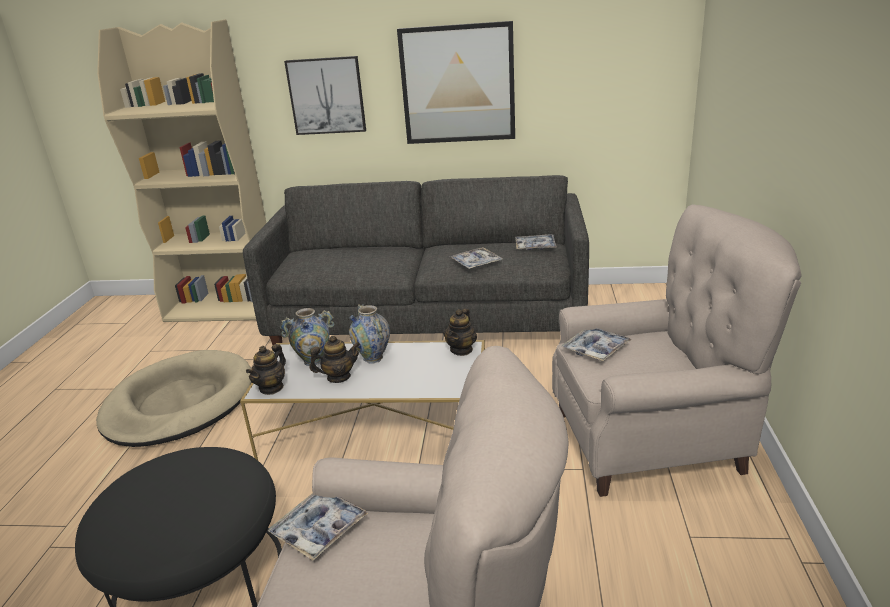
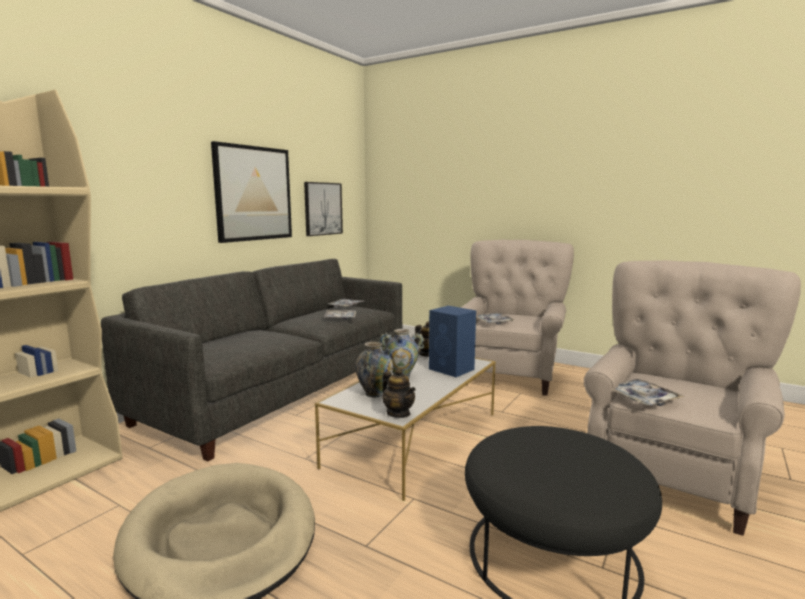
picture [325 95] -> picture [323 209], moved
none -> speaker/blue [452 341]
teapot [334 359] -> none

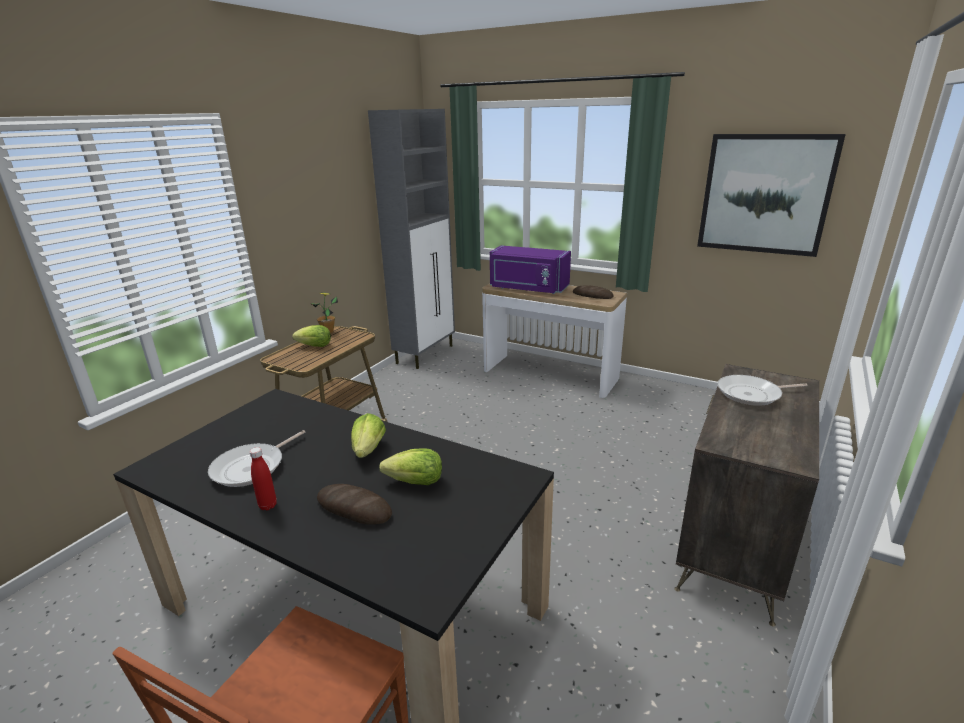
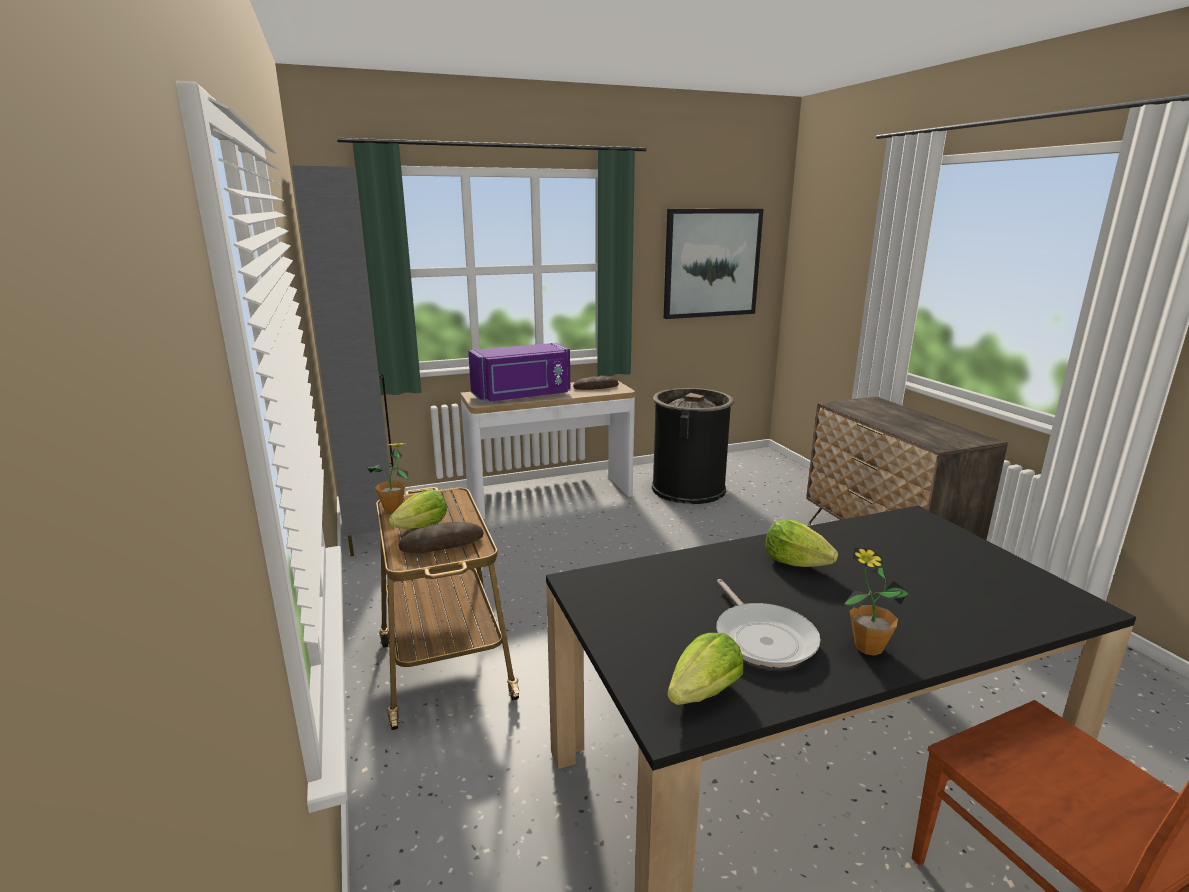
bread [354 504] -> bread [441 537], moved
none -> trash can/black [693 446]
lettuce [410 466] -> lettuce [705 669], moved
bottle/red [263 478] -> potted plant [876 602]
frying pan [763 390] -> none

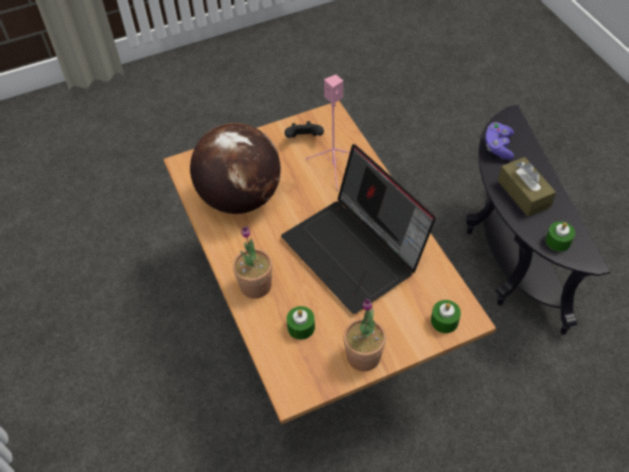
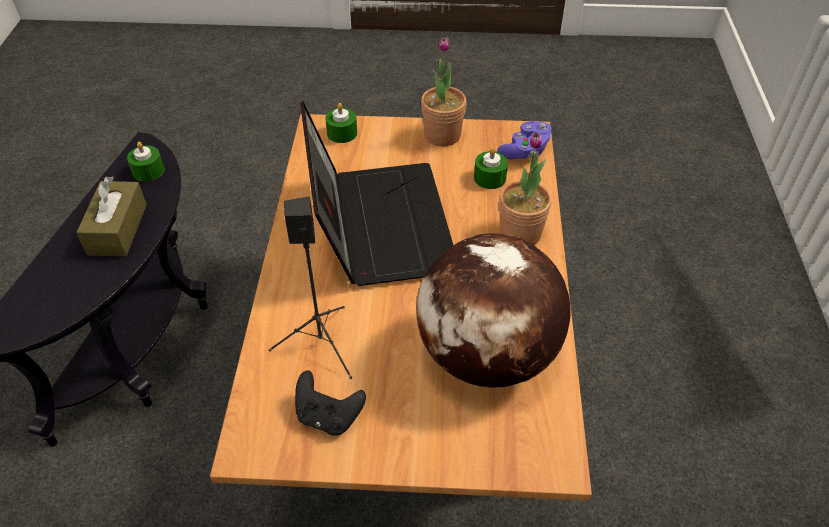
speaker/pink [327 132] -> speaker/black [310 287]
game controller/purple [499 141] -> game controller/purple [524 140], moved

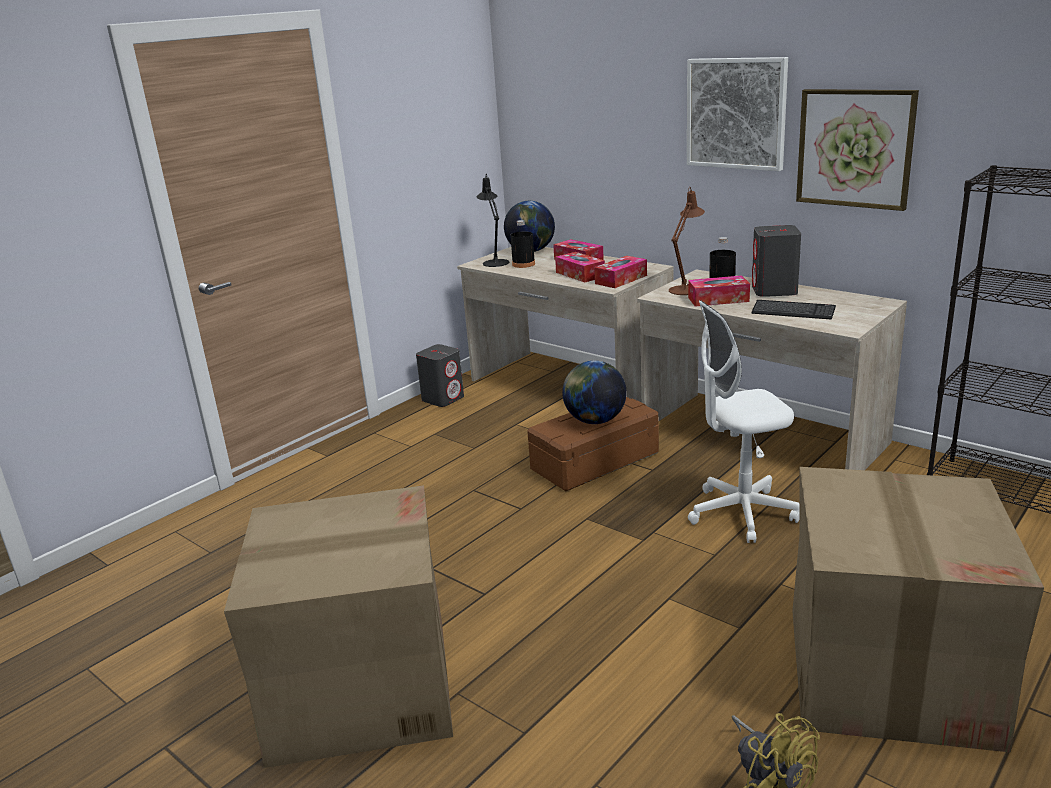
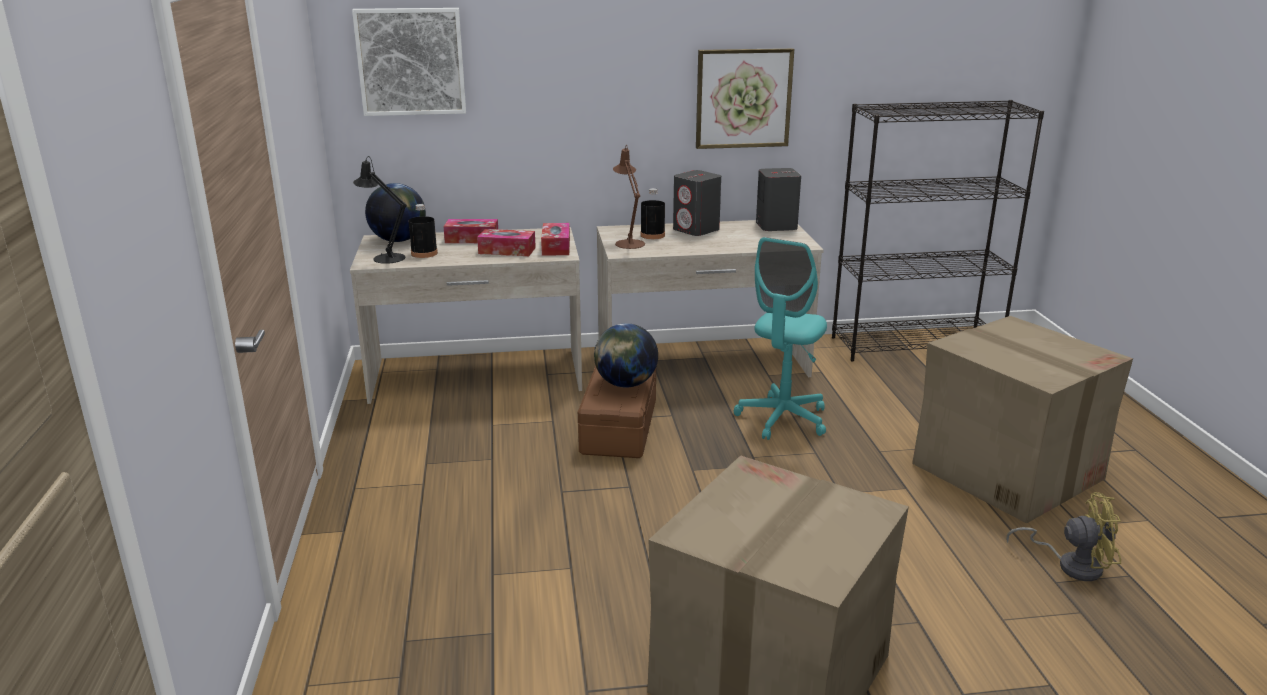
picture [737 114] -> picture [409 62], moved
office chair/white [744 421] -> office chair/turquoise [780 338]
speaker/grey [440 375] -> speaker/grey [778 199], moved
tissue box [719 290] -> none
keyboard [793 310] -> none

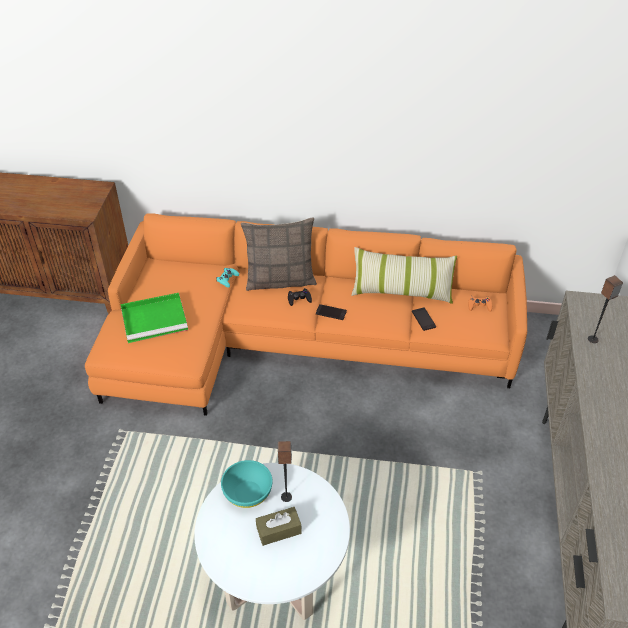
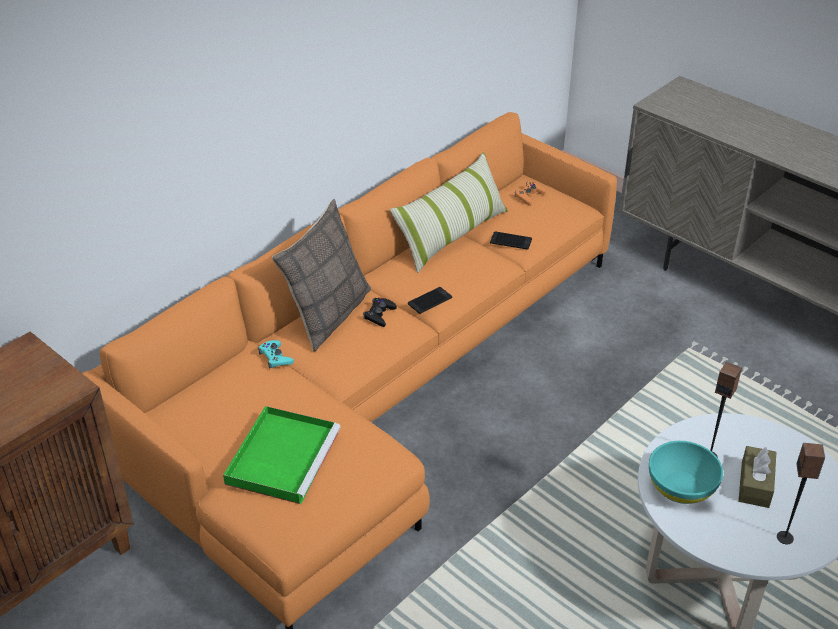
speaker [605 309] -> speaker [801 493], moved

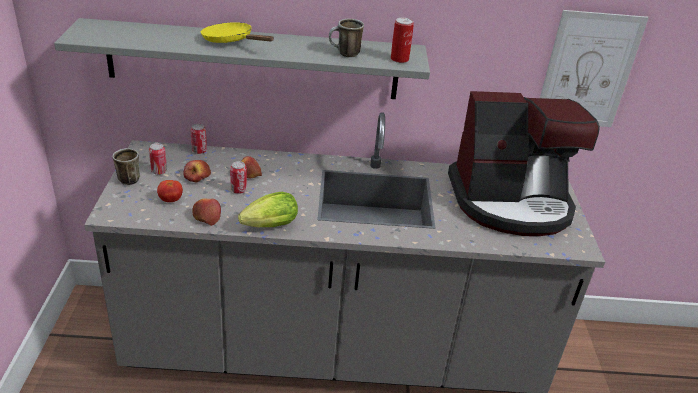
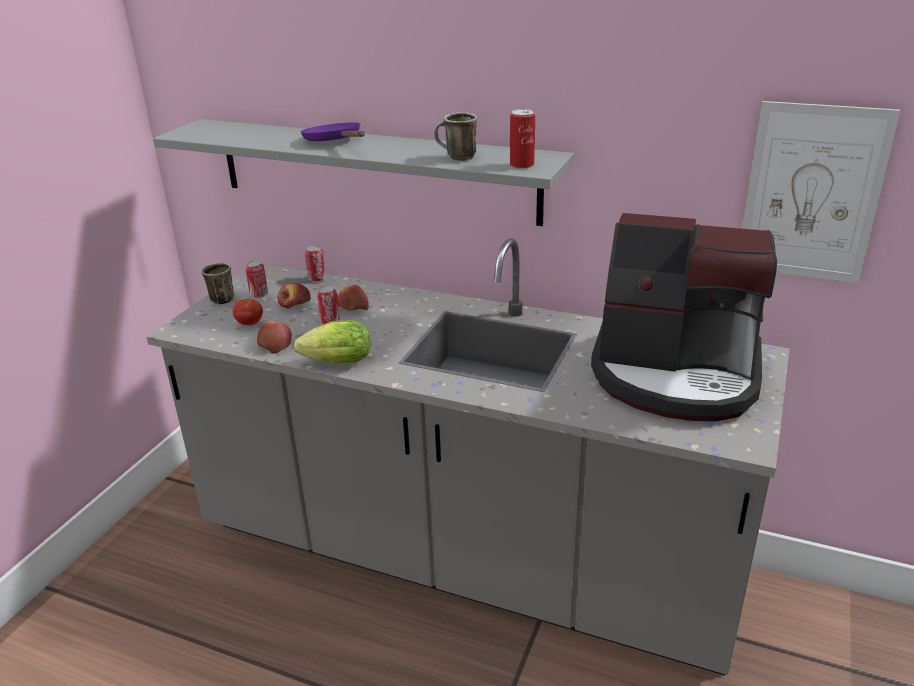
frying pan/yellow [237 32] -> frying pan/purple [332 131]

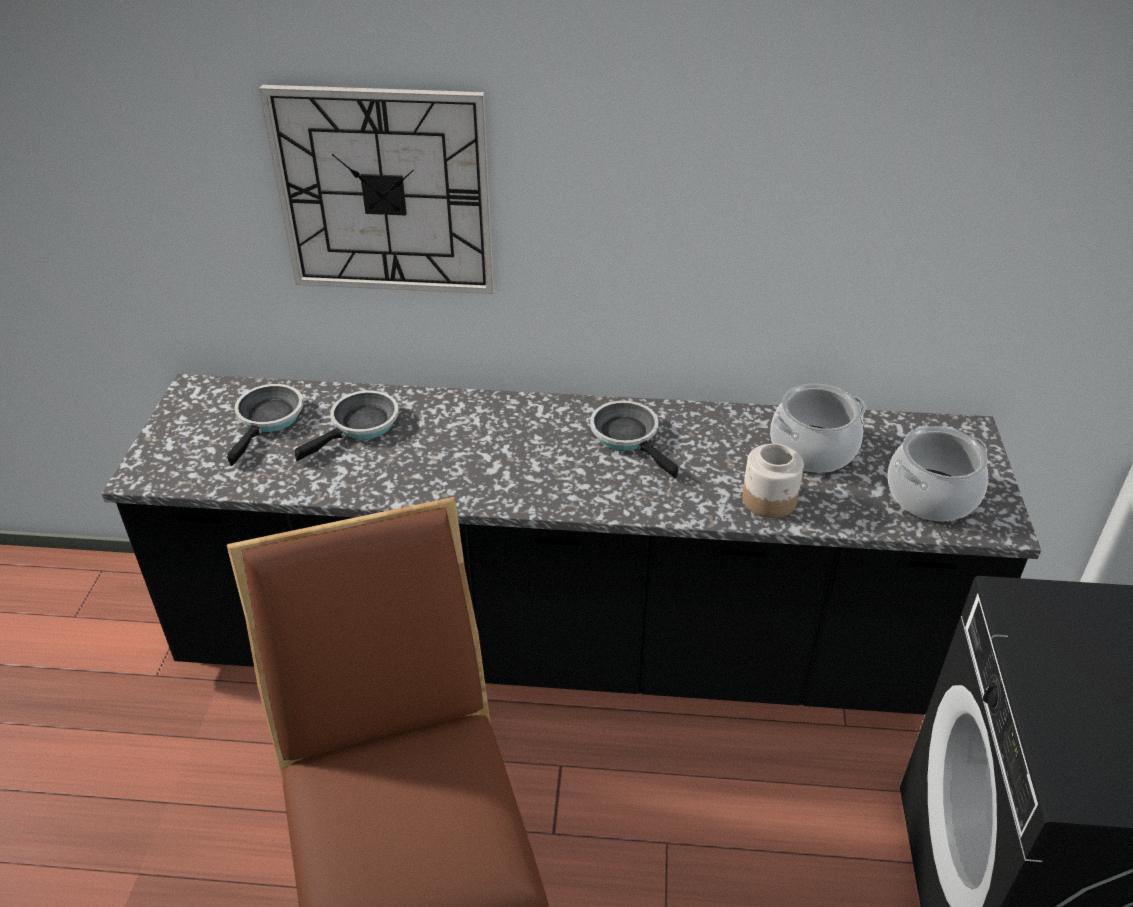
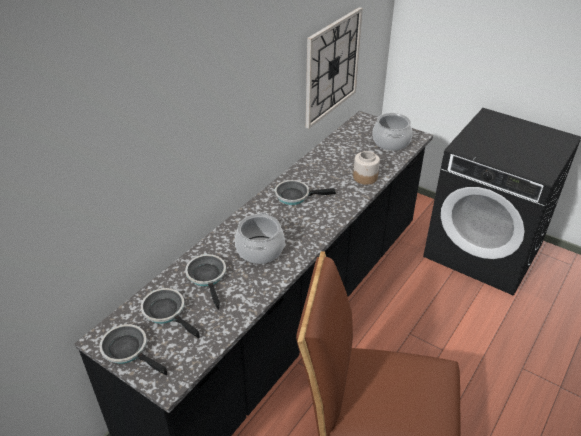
none -> frying pan [133 349]
cooking pot [818 428] -> cooking pot [260 238], moved
wall clock [376 189] -> wall clock [334 68], moved

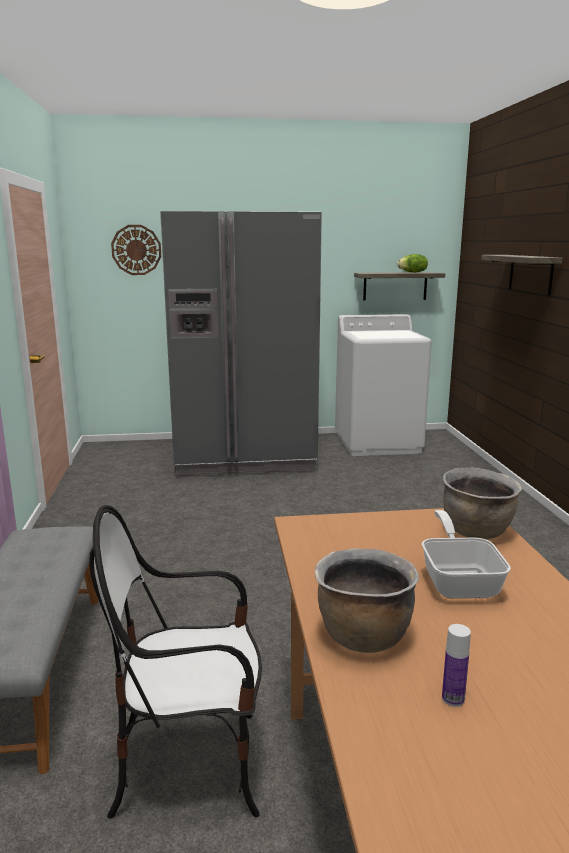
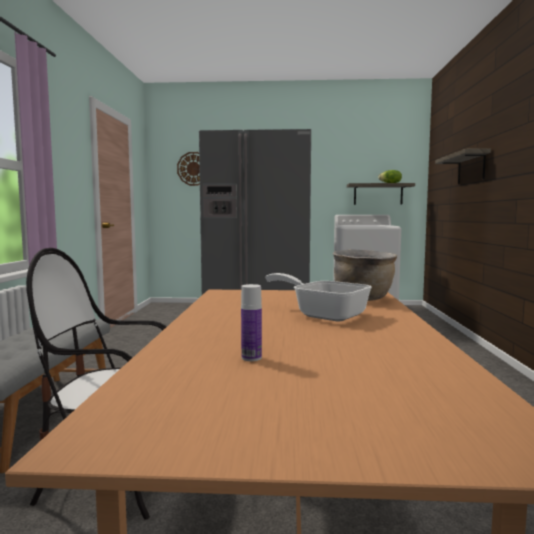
frying pan [466 554] -> frying pan [318 297], 60 degrees counterclockwise
cooking pot/brown [367 600] -> none

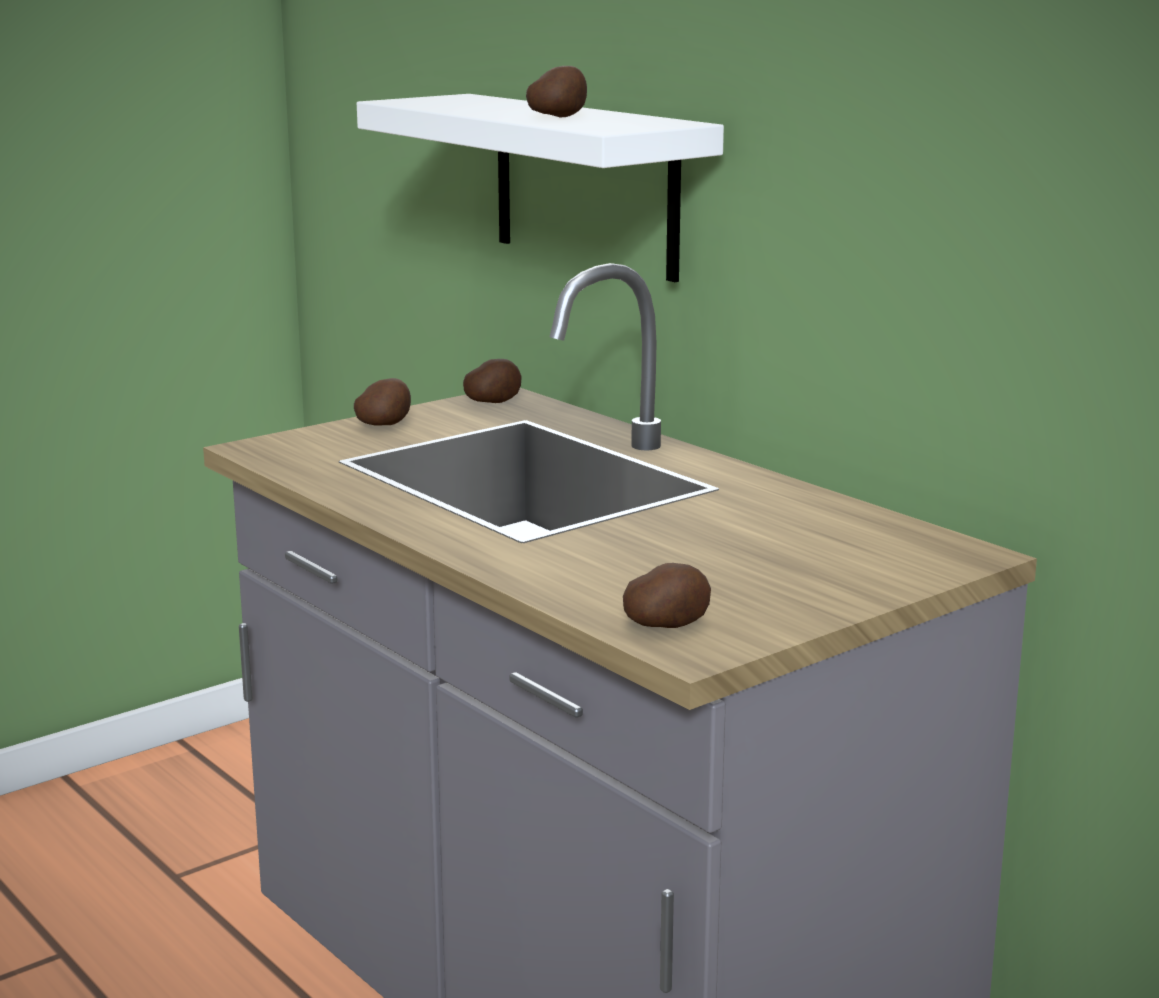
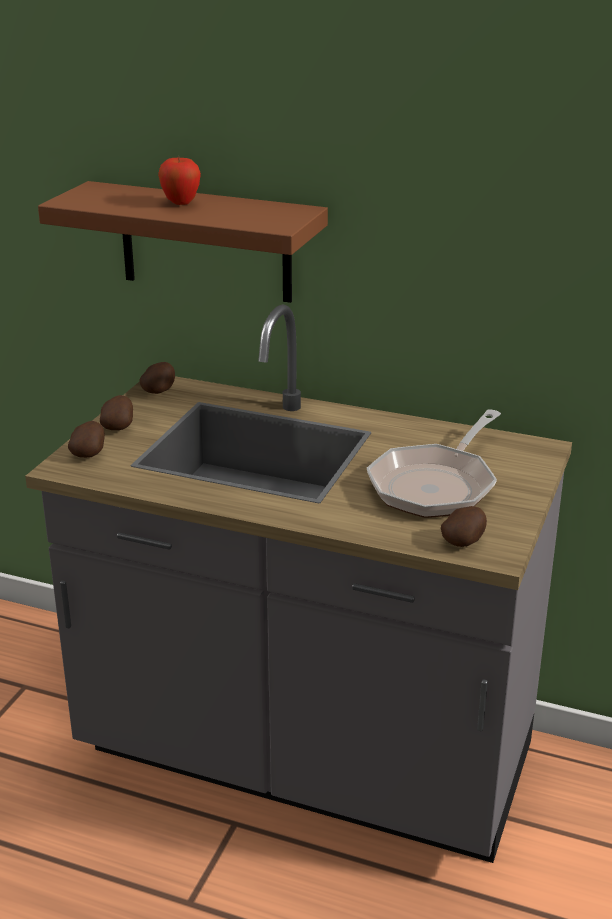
shelf/white [540 188] -> shelf/brown [183 242]
potato [556 91] -> potato [86 439], moved
none -> apple [179 180]
none -> frying pan [434 464]

